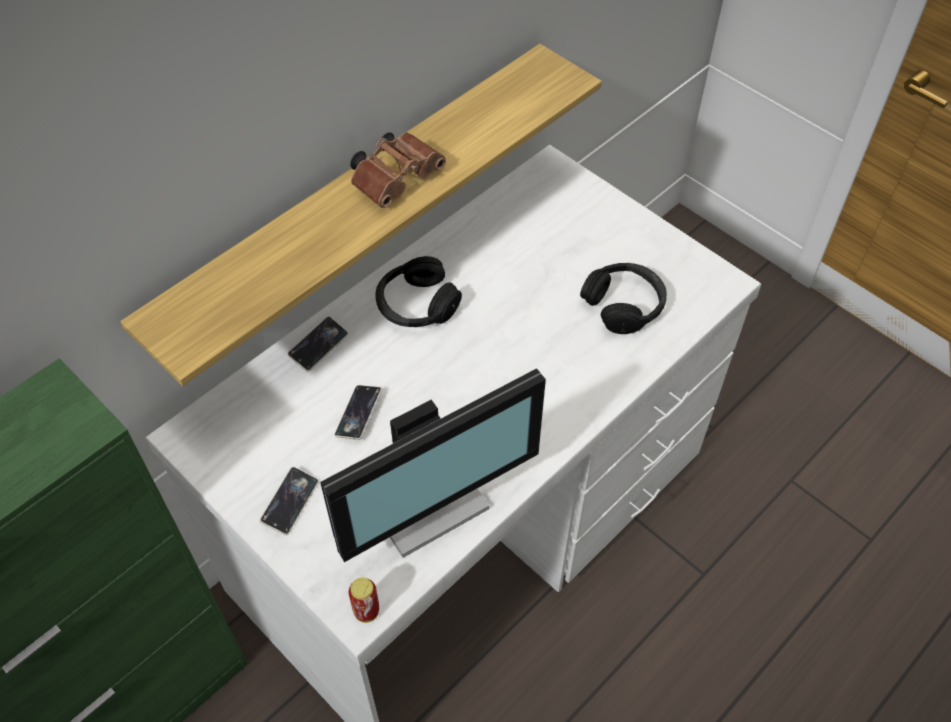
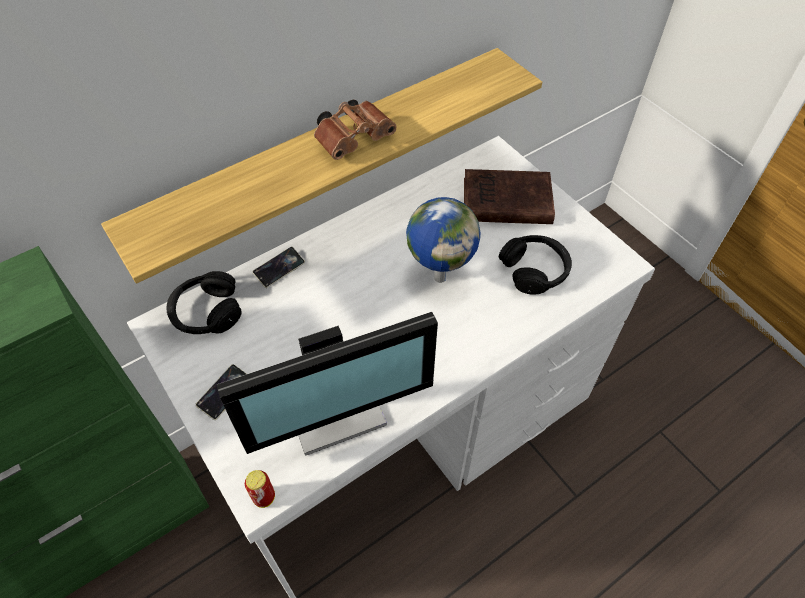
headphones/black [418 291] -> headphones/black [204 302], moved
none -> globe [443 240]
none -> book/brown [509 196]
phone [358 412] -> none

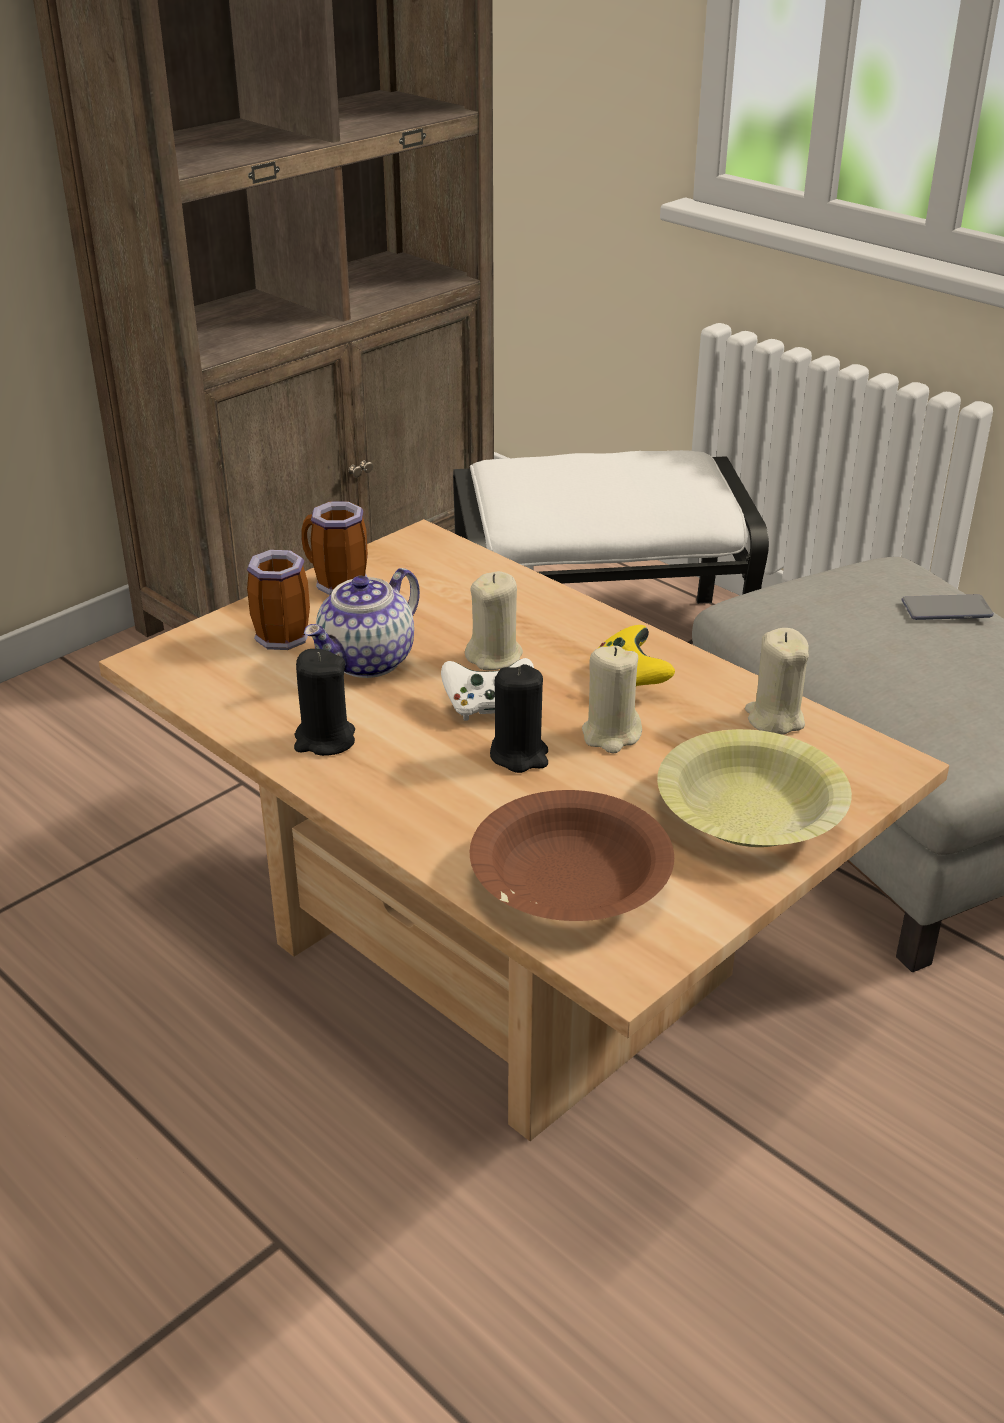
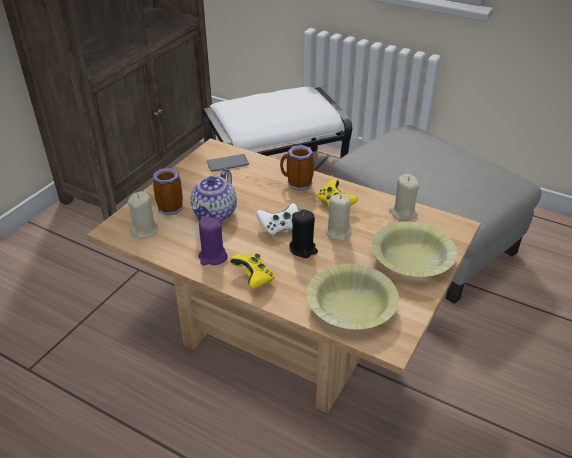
candle/beige [494 620] -> candle/beige [143 215], moved
candle/black [324 702] -> candle/purple [213 241]
phone [948 607] -> phone [228 163], moved
none -> game controller/yellow [252 271]
mug [334 548] -> mug [297 168], moved
bowl/brown [572 855] -> bowl/yellow [353 296]

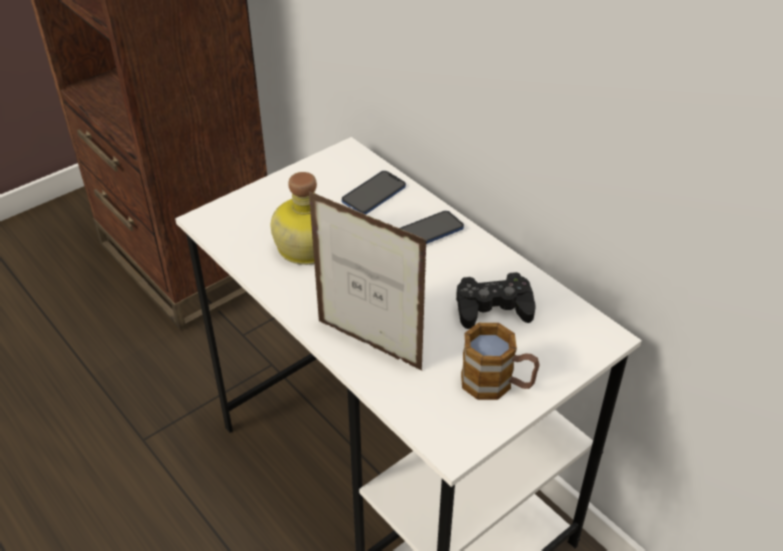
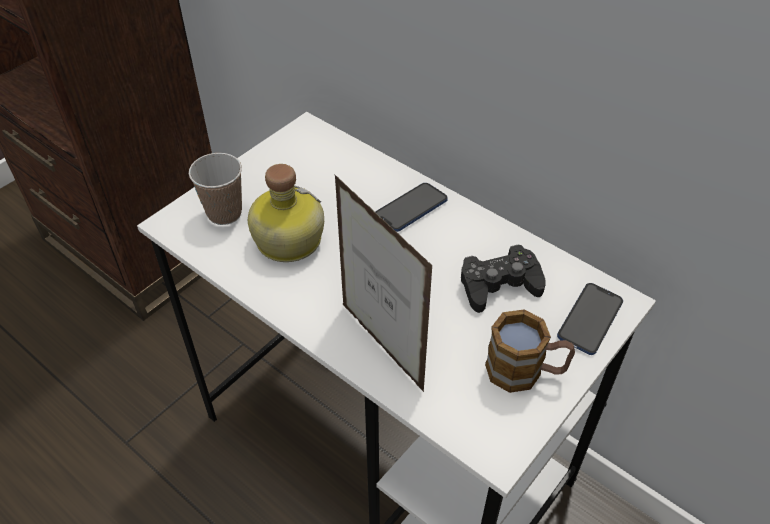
none -> cup [215 189]
picture frame [368 281] -> picture frame [383 283], 150 degrees counterclockwise
phone [374 192] -> phone [590 319], moved

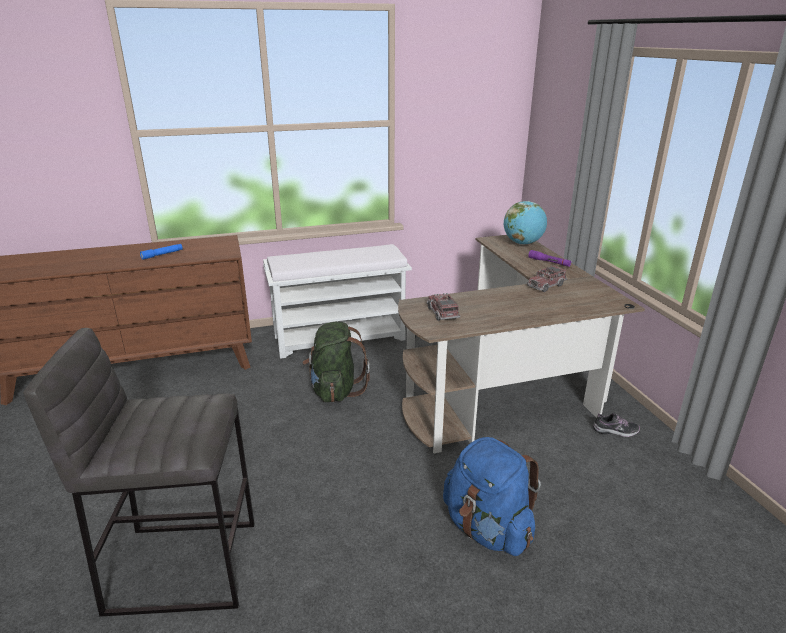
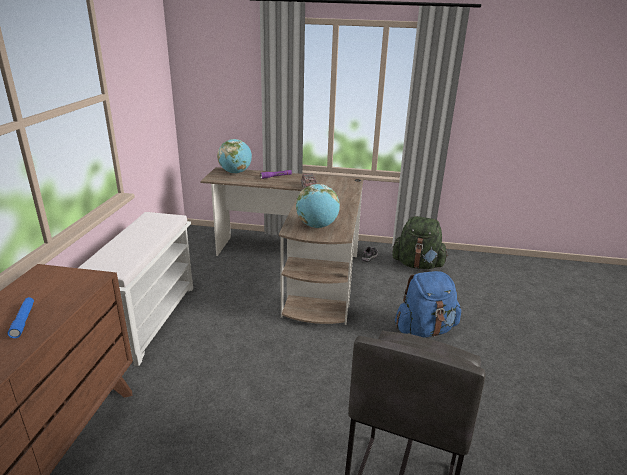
toy truck [444 307] -> globe [318 206]
backpack/green [336 361] -> backpack/green [420 242], moved

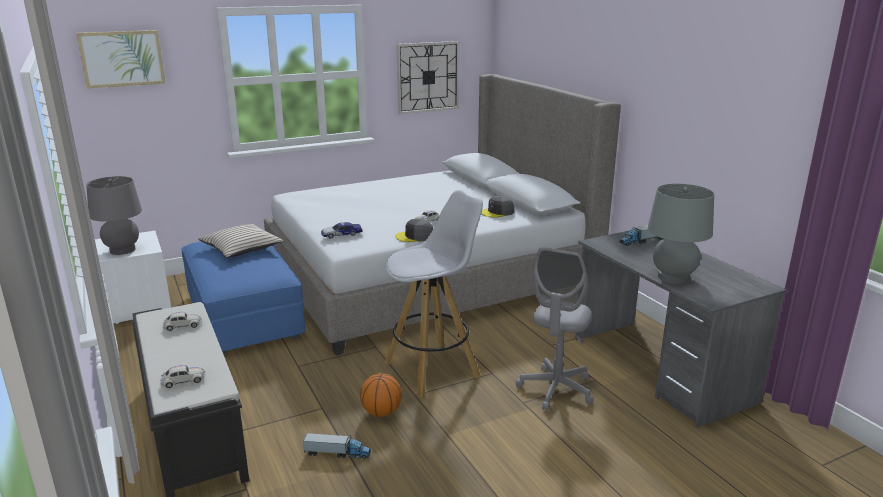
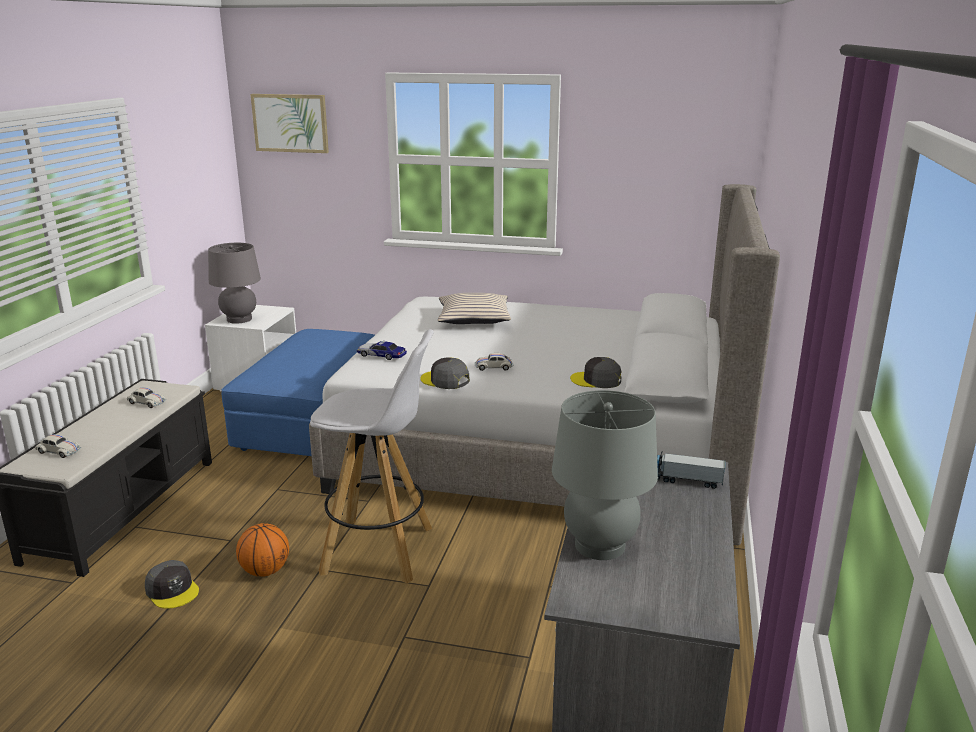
toy truck [337 446] -> cap/grey [172 584]
pillow/beige [240 241] -> pillow/beige [474 308], moved
wall clock [428 77] -> none
office chair/grey [555 329] -> none

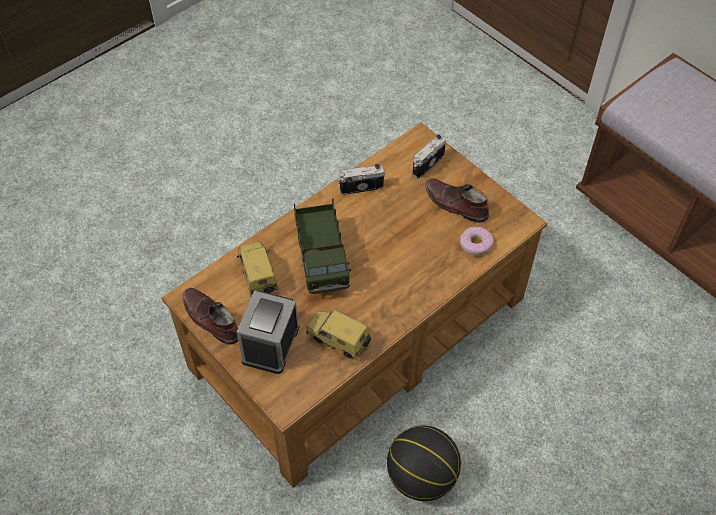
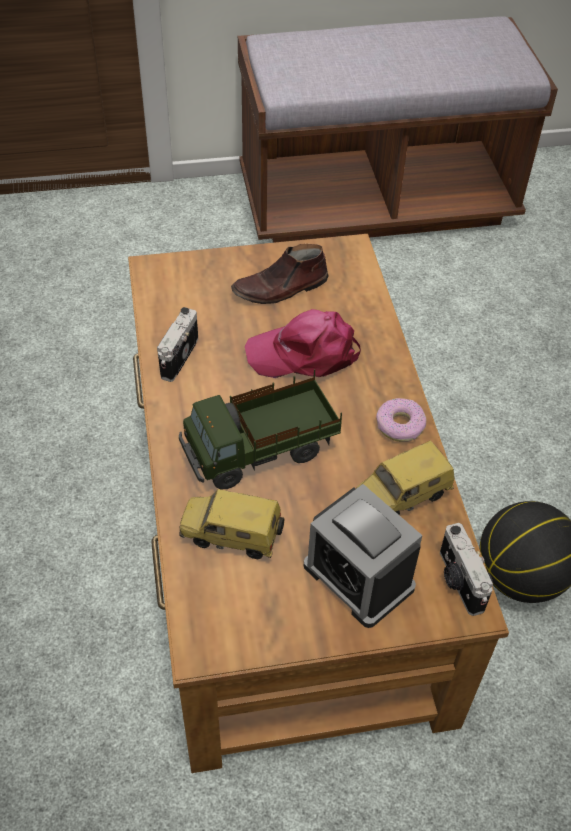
toy truck [322 246] -> toy truck [260 429], 135 degrees clockwise
none -> cap/pink [303 343]
donut [477 241] -> donut [401 420], moved
photo camera [429 157] -> photo camera [466 569], moved
shoe/brown [210 316] -> none

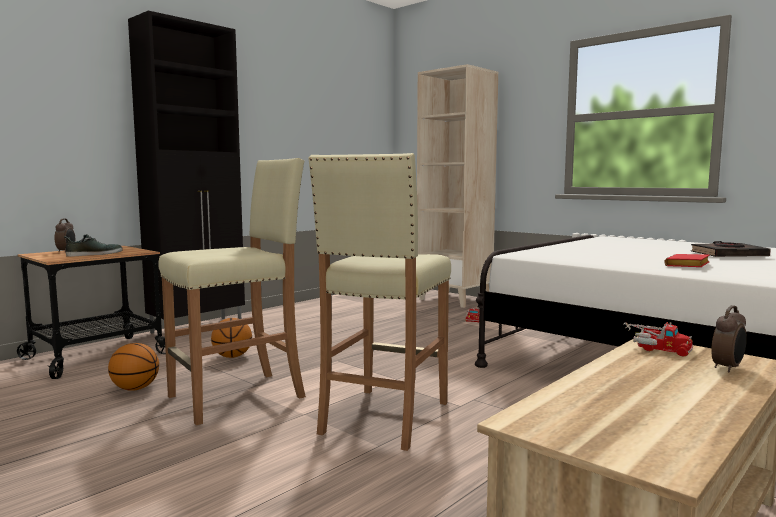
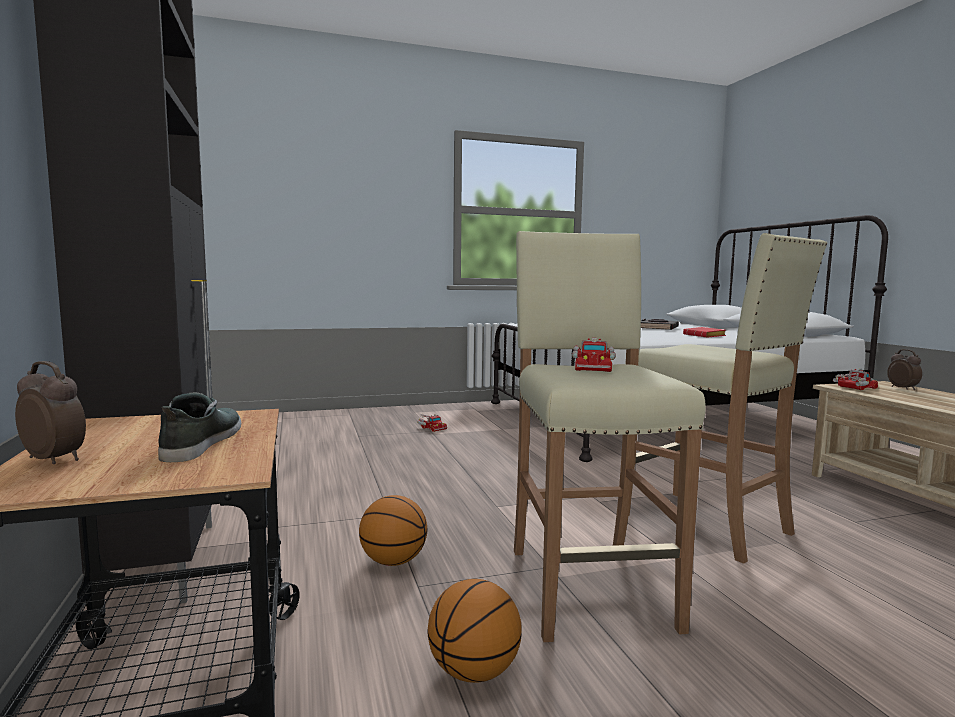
none -> toy truck [594 354]
bookcase/beige [457 186] -> none

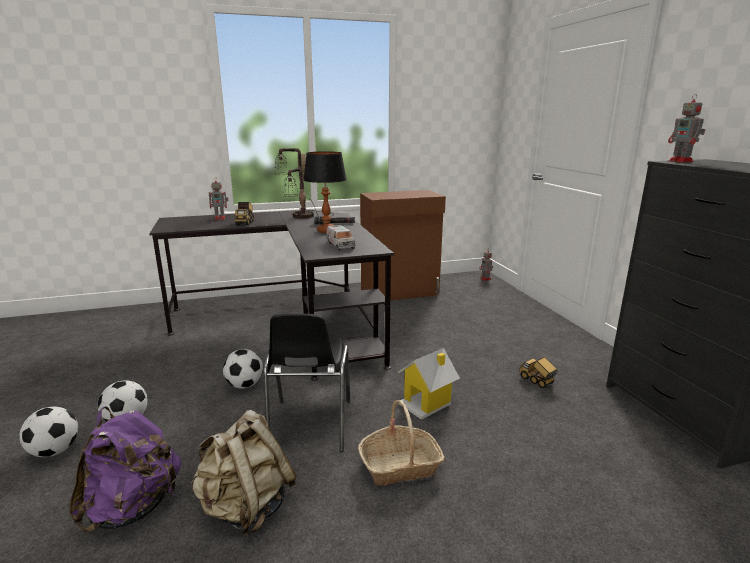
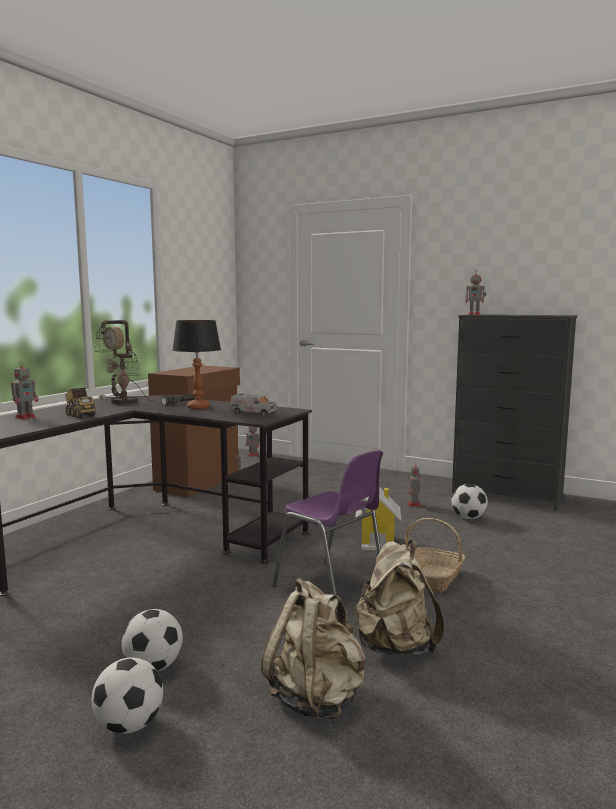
backpack/purple [125 469] -> backpack/beige [313 648]
chair/black [307 383] -> chair/purple [327 522]
toy truck [538 372] -> toy robot [414 484]
football [243 369] -> football [469 501], moved

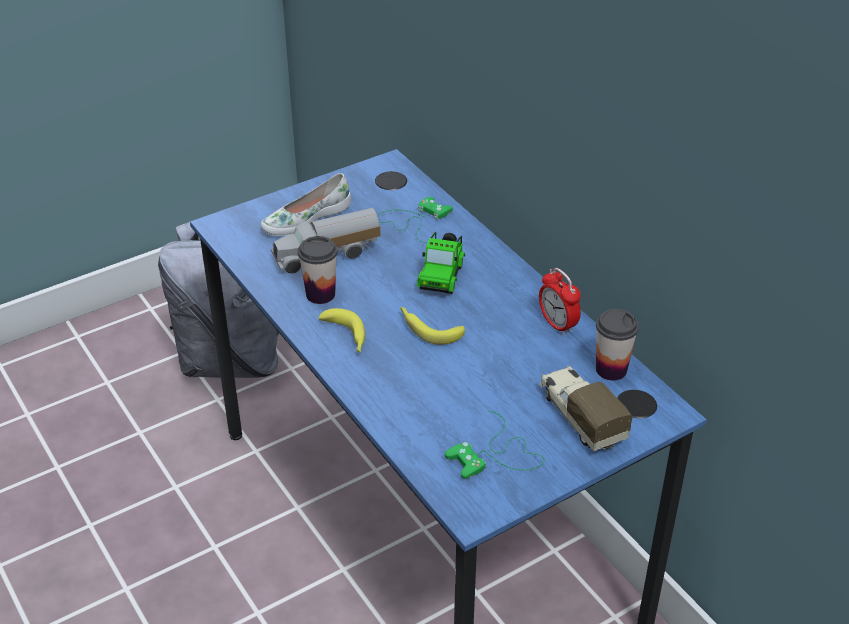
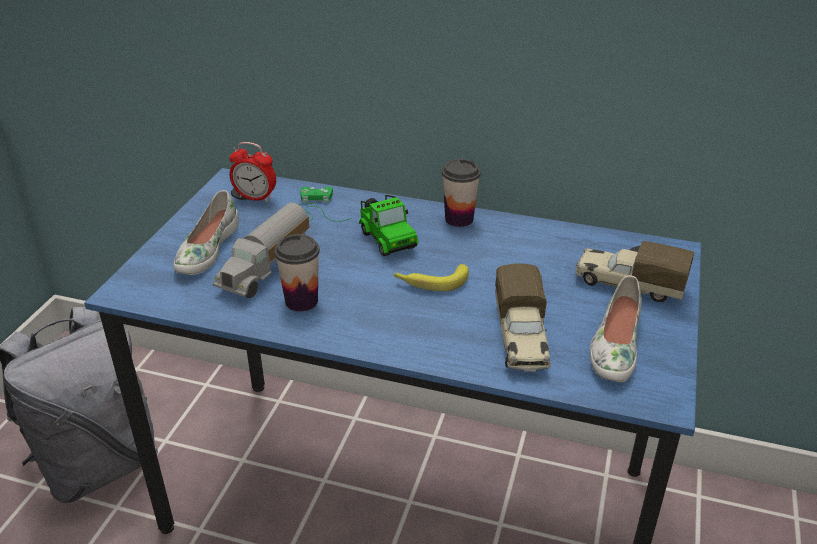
alarm clock [560 301] -> alarm clock [252 172], moved
cup [617 345] -> cup [461 193], moved
none -> toy truck [523 317]
game controller/green [495 445] -> shoe/white [616 329]
banana [342 330] -> none

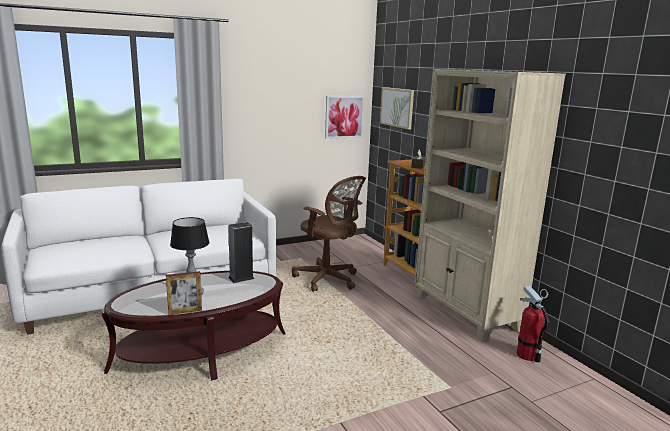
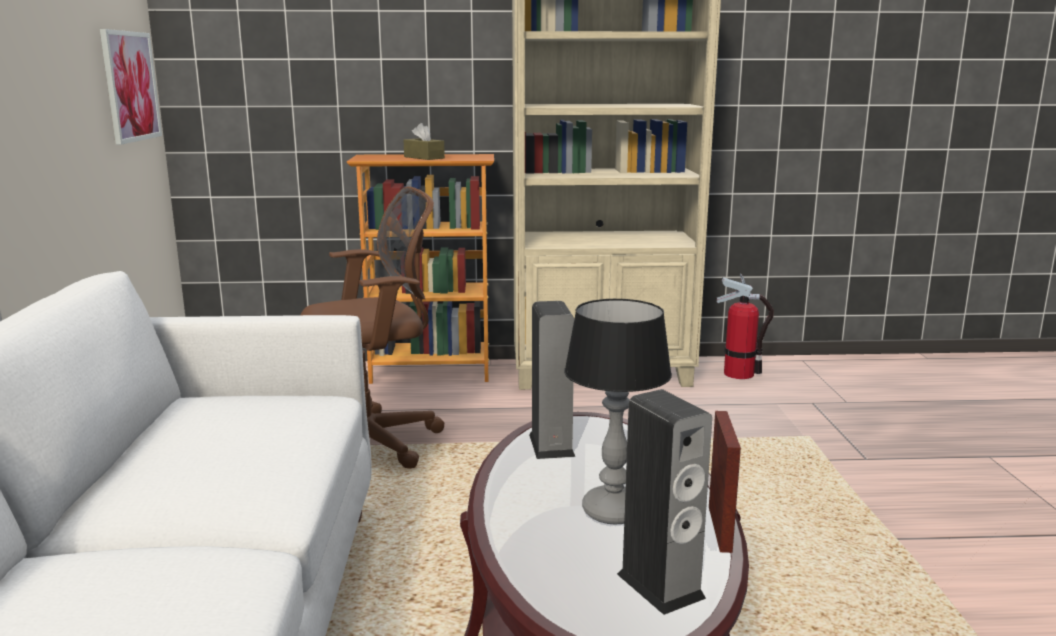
none -> speaker [664 502]
picture [397 108] -> none

